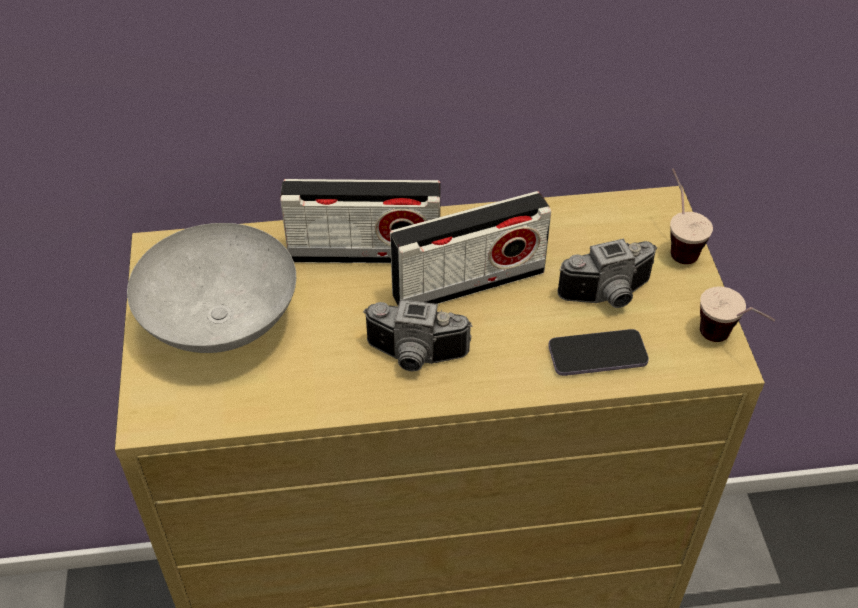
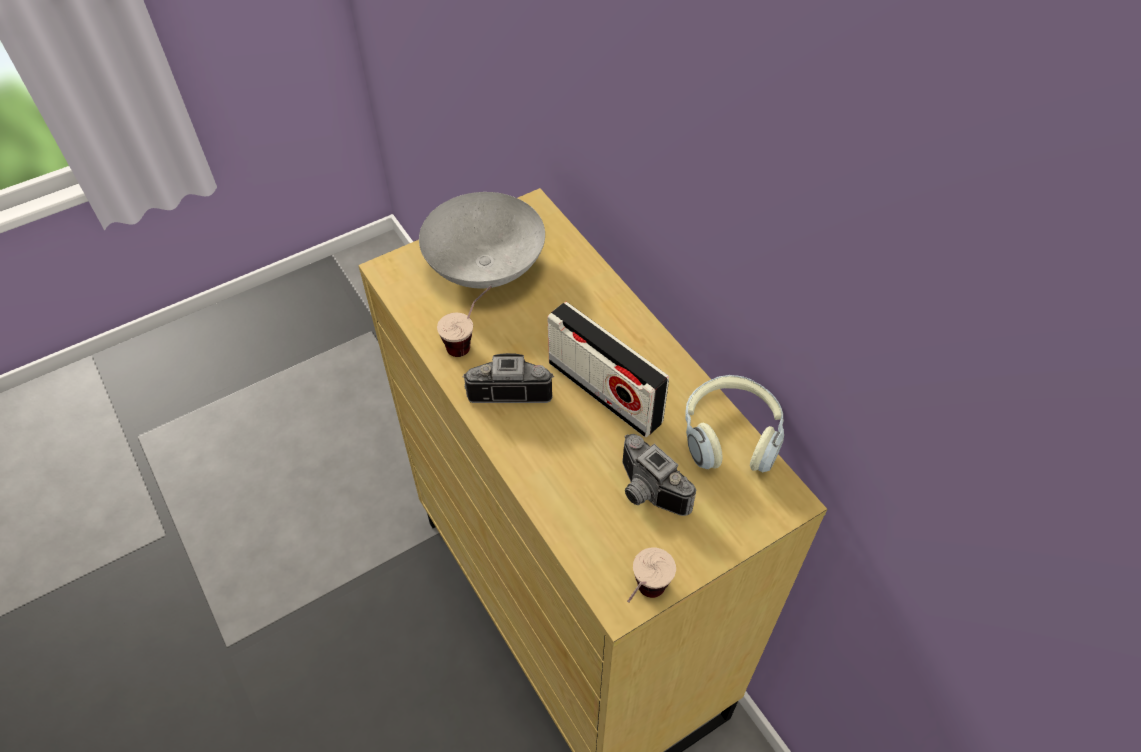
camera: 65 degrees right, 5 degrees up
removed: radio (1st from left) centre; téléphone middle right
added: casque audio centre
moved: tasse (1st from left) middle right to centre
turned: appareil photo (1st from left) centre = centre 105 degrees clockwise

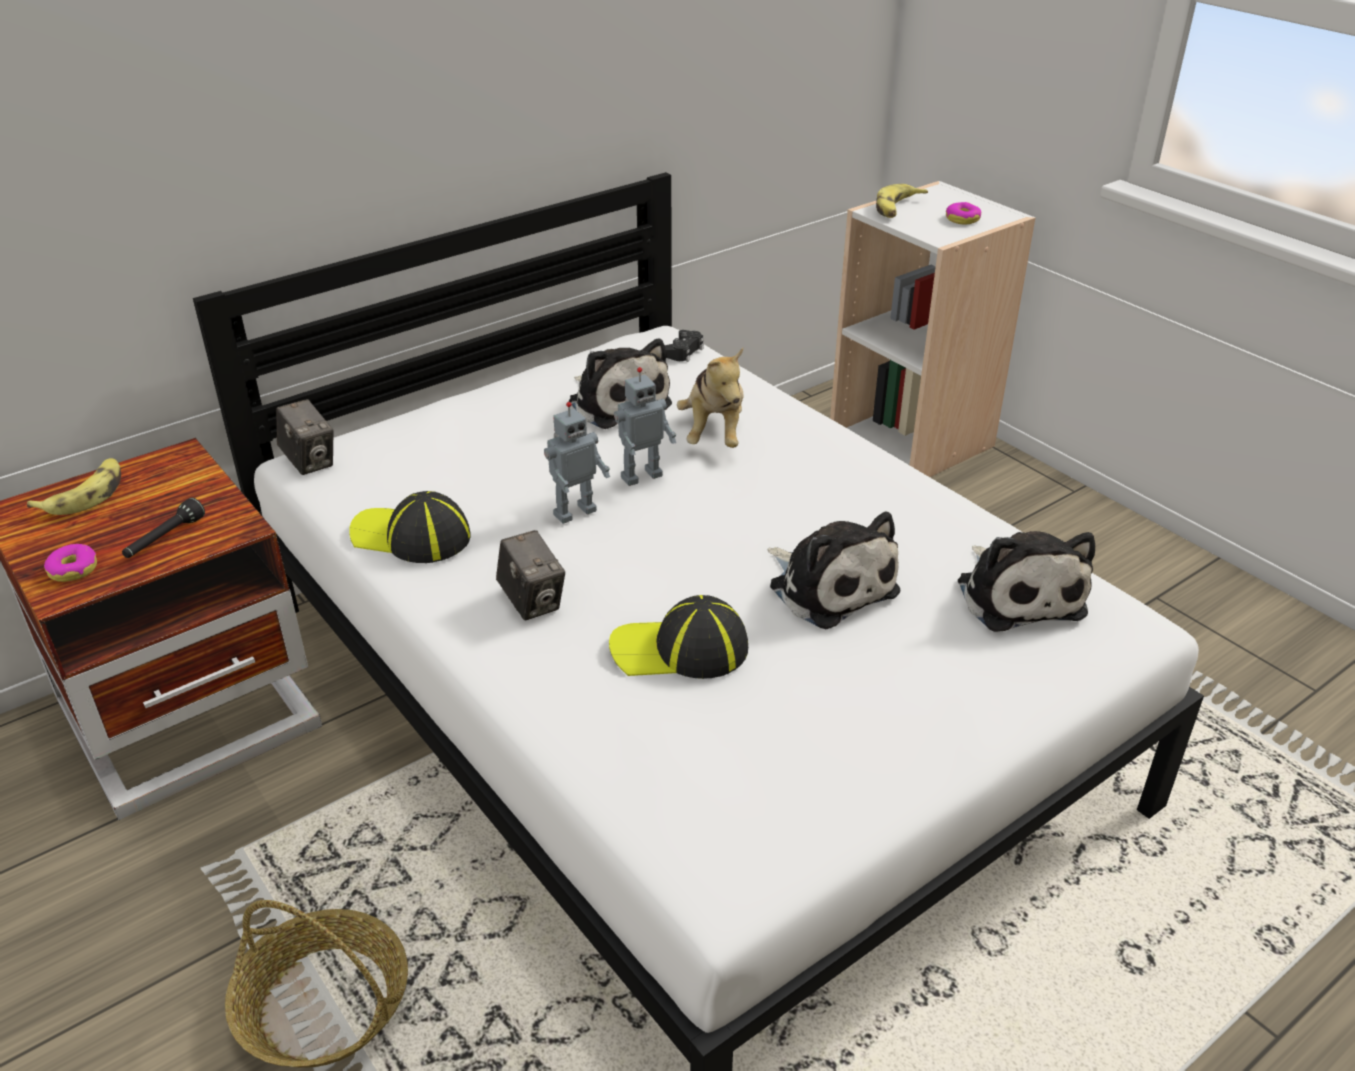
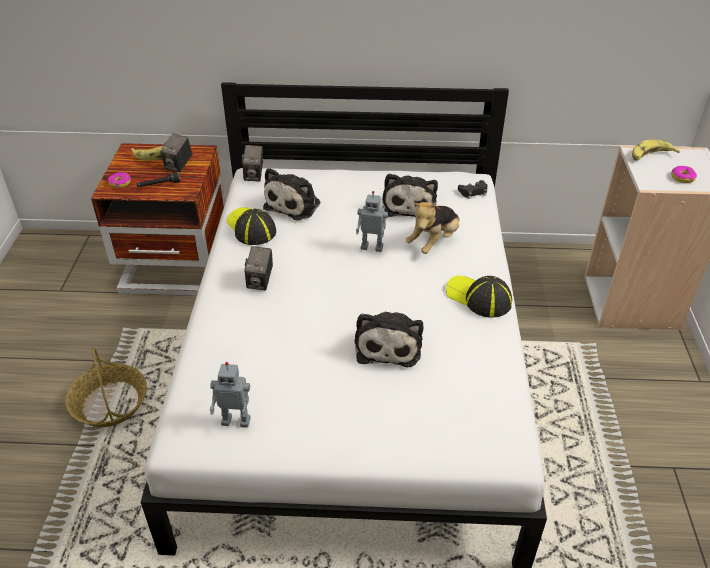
camera: 40 degrees right, 5 degrees up
added: appareil photo (1st from left) top left
moved: robot jouet (1st from left) centre to bottom left; casquette (2nd from left) centre to middle right; peluche (4th from left in the first image) middle right to peluche (1st from left) centre

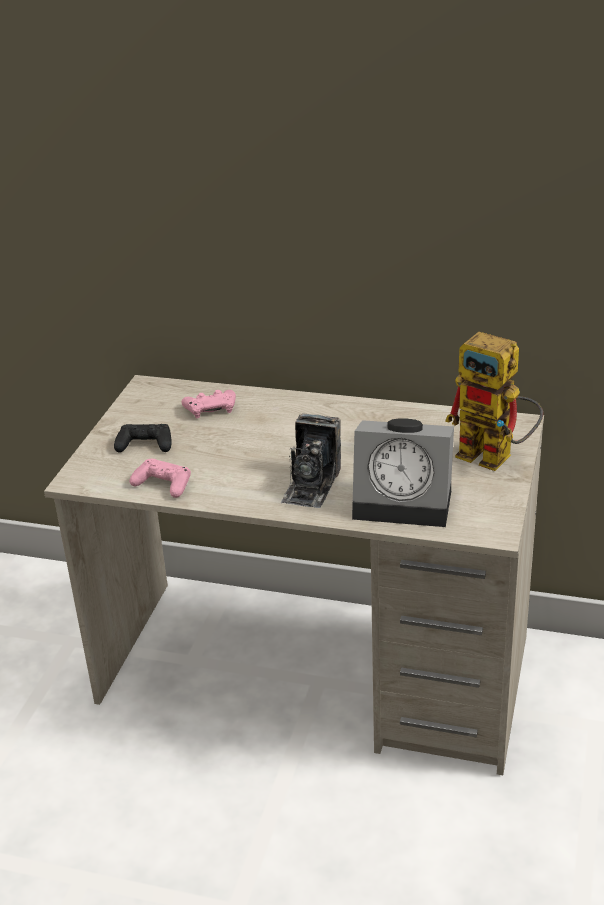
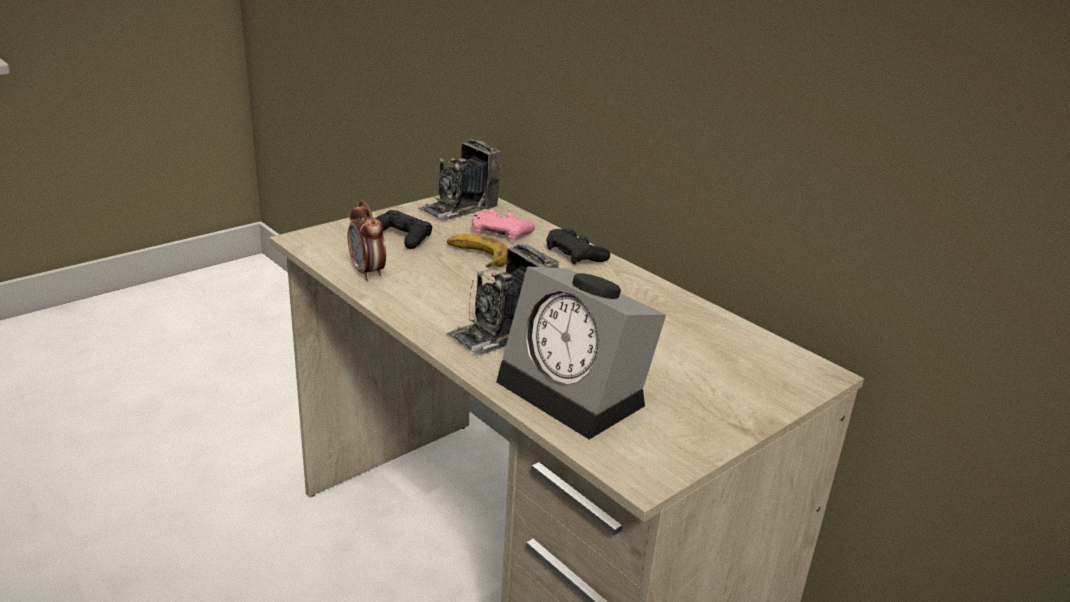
camera: 30 degrees right, 5 degrees down
removed: robot jouet middle right
added: appareil photo (1st from left) top centre; banane centre; manette [noir] (2nd from left) centre
replaced: manette [rose] (1st from left) middle left to réveil (1st from left) centre

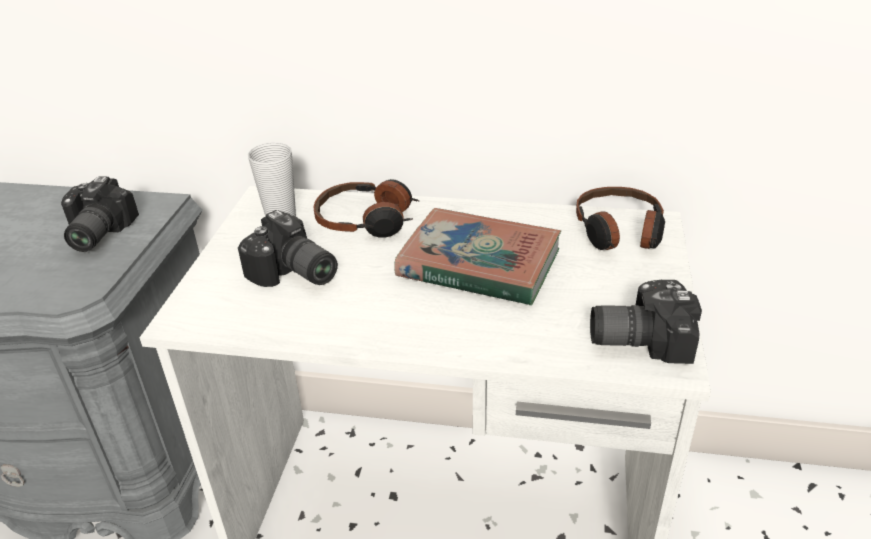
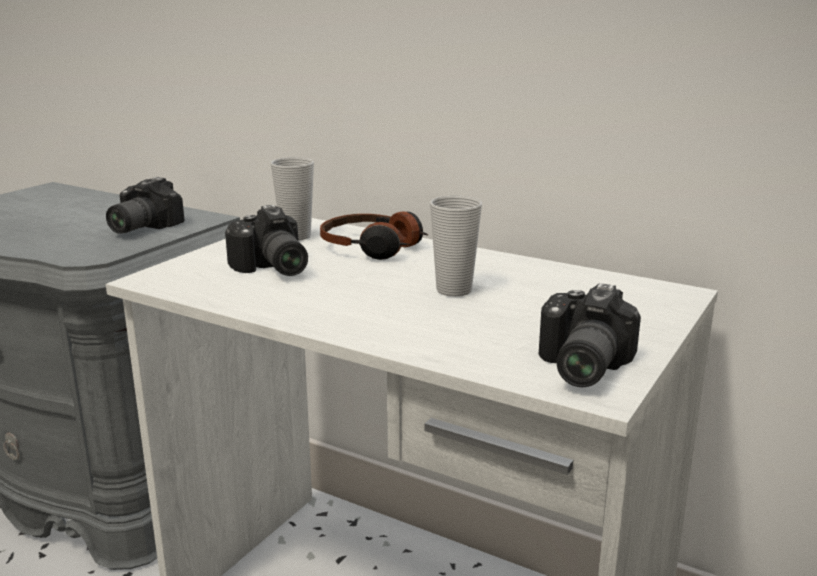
camera: 20 degrees right, 15 degrees down
removed: casque audio (2nd from left) middle right
replaced: livre centre to tasse (2nd from left) centre
turned: appareil photo (3rd from left) middle right = middle right 90 degrees counterclockwise

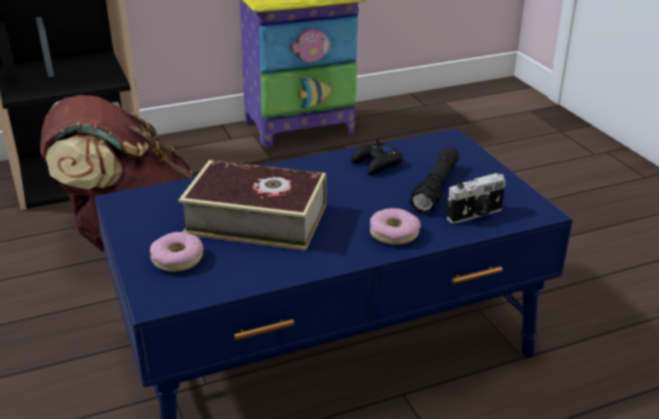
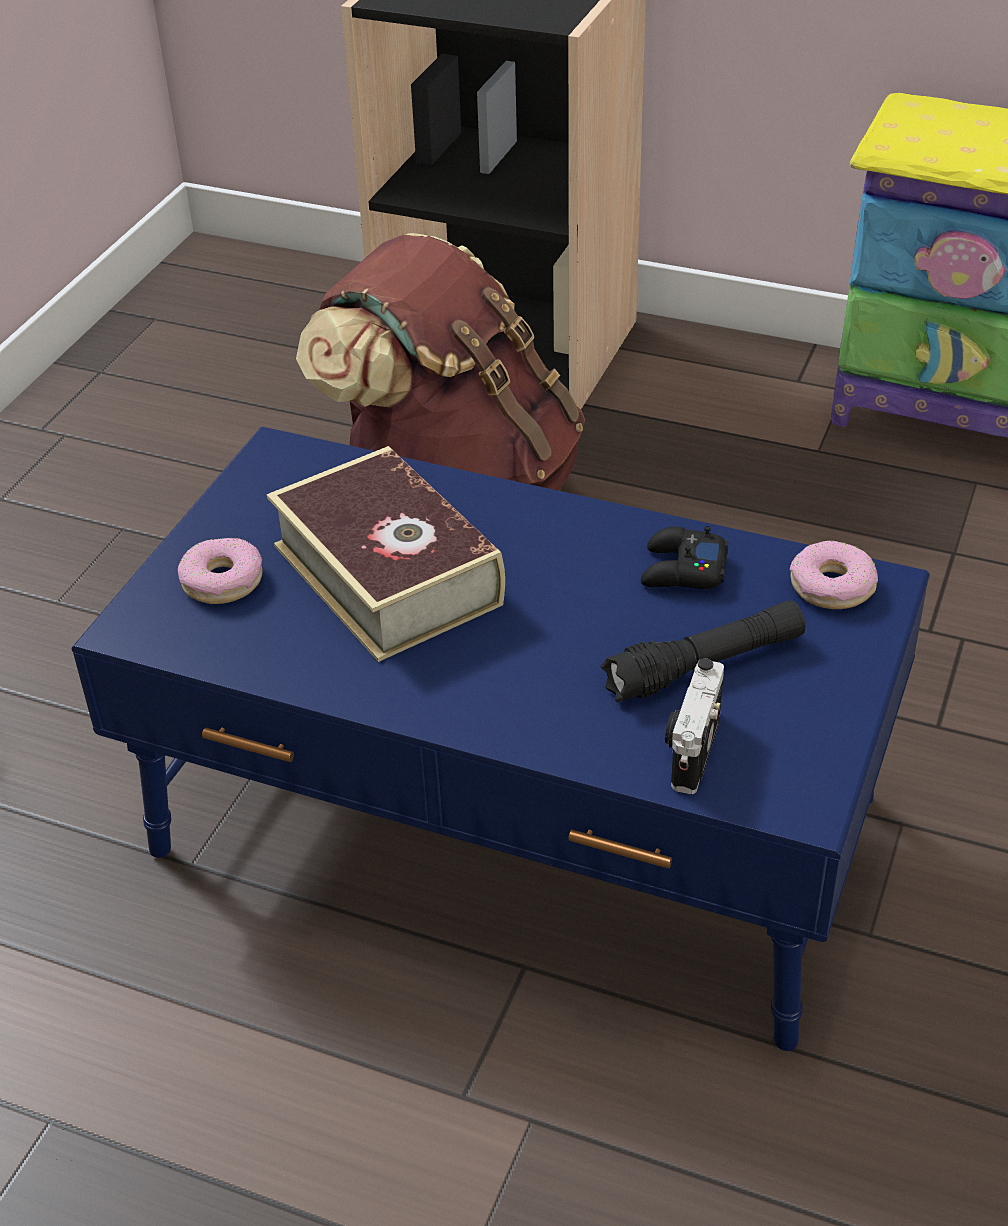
camera: 45 degrees right, 10 degrees up
moved: beignet (2nd from left) centre to middle right
turned: appareil photo middle right = middle right 90 degrees clockwise

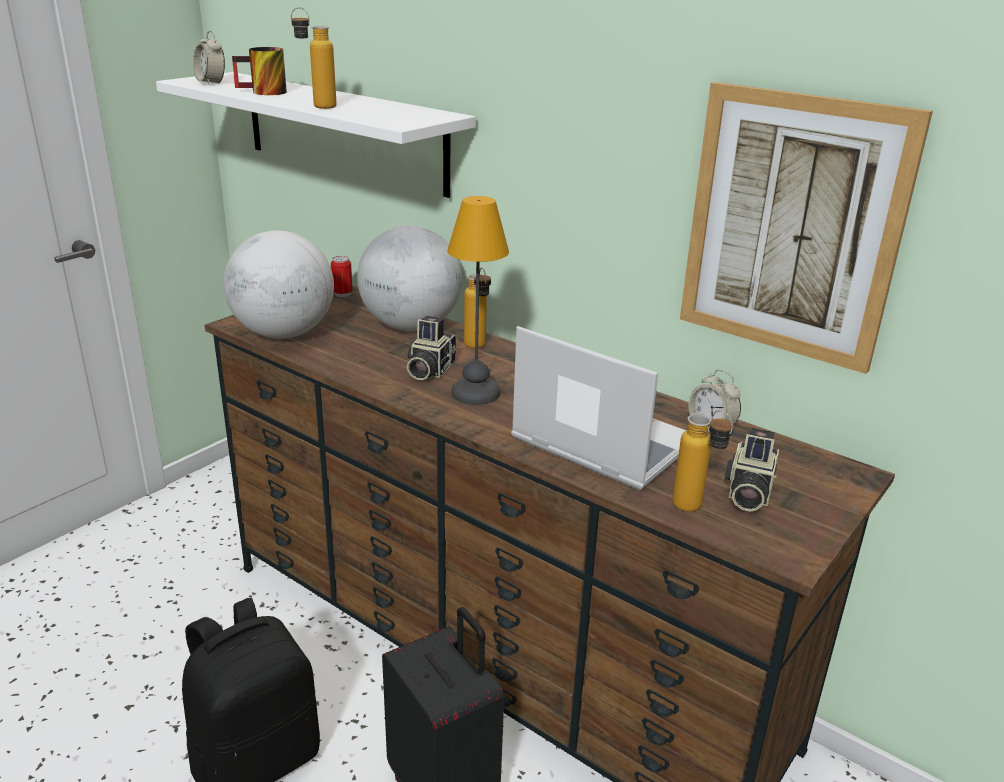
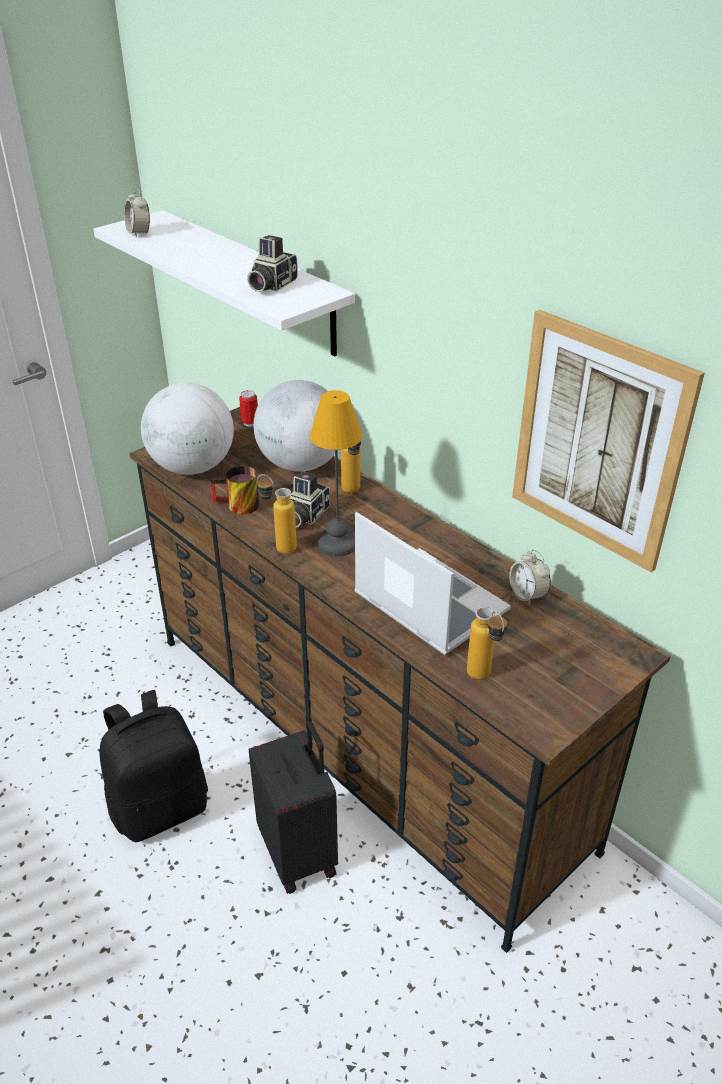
camera: 10 degrees right, 10 degrees up
moved: mug top left to middle left; bouteille (1st from left) top left to centre; appareil photo (2nd from left in the first image) middle right to appareil photo (1st from left) top centre

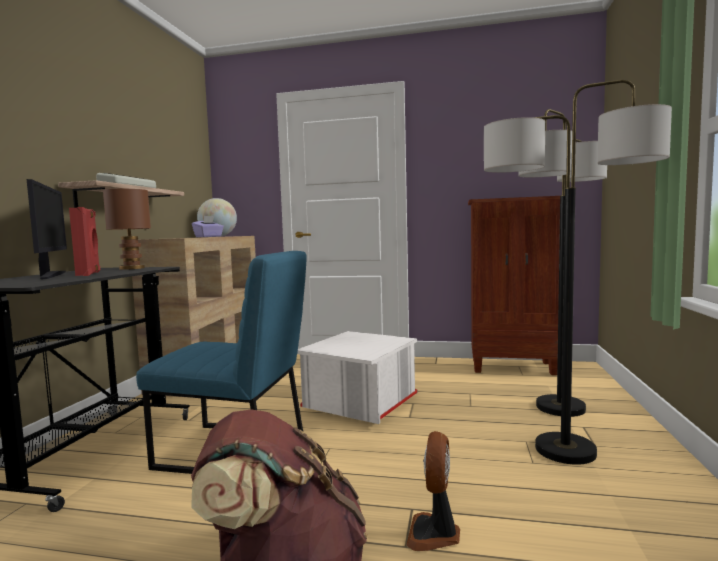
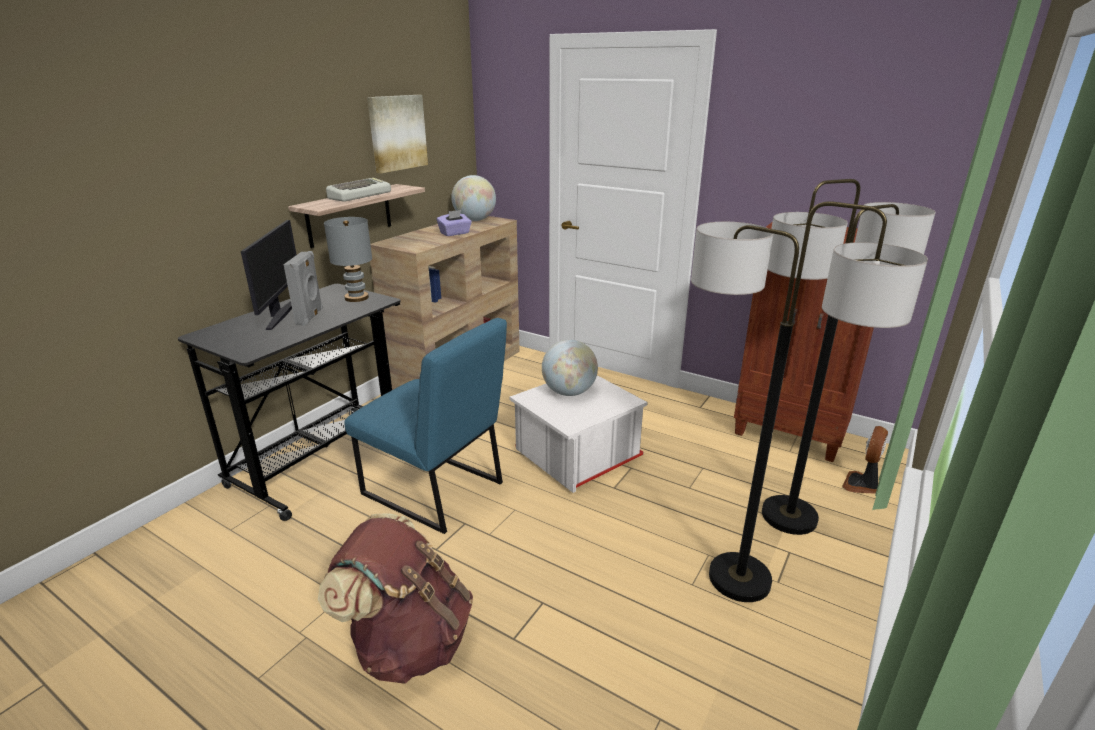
camera: 20 degrees right, 20 degrees up
added: tableau top centre; globe (2nd from left) centre
moved: ventilateur bottom centre to middle right
recoloured: enceinte [rouge] middle left to enceinte [gris] middle left; lampe de table [marron] middle left to lampe de table [gris] middle left

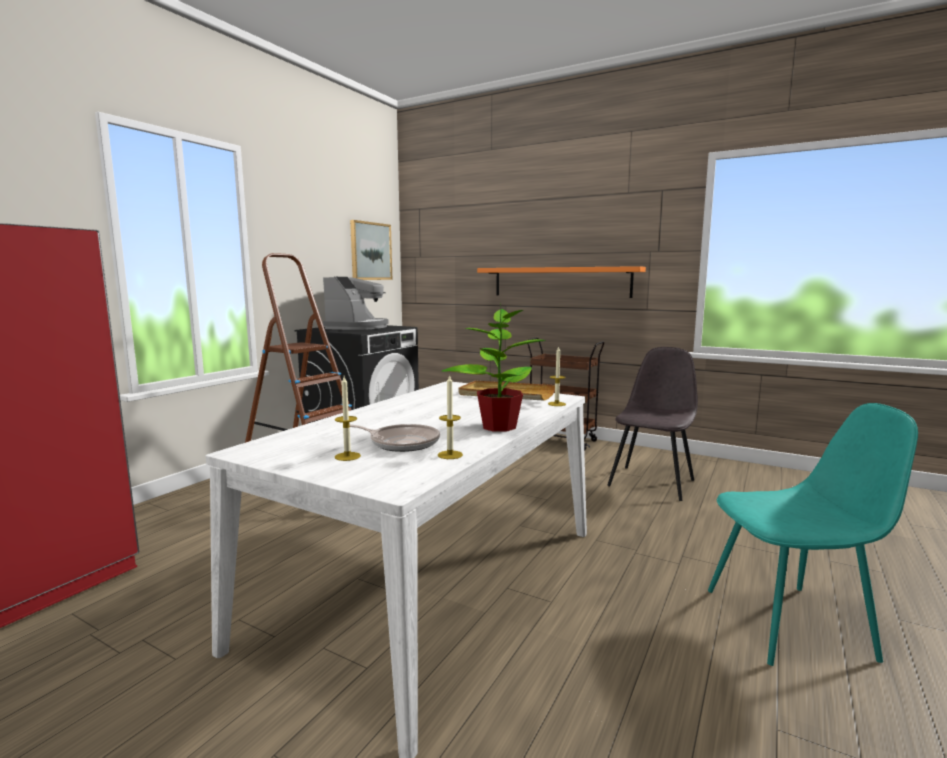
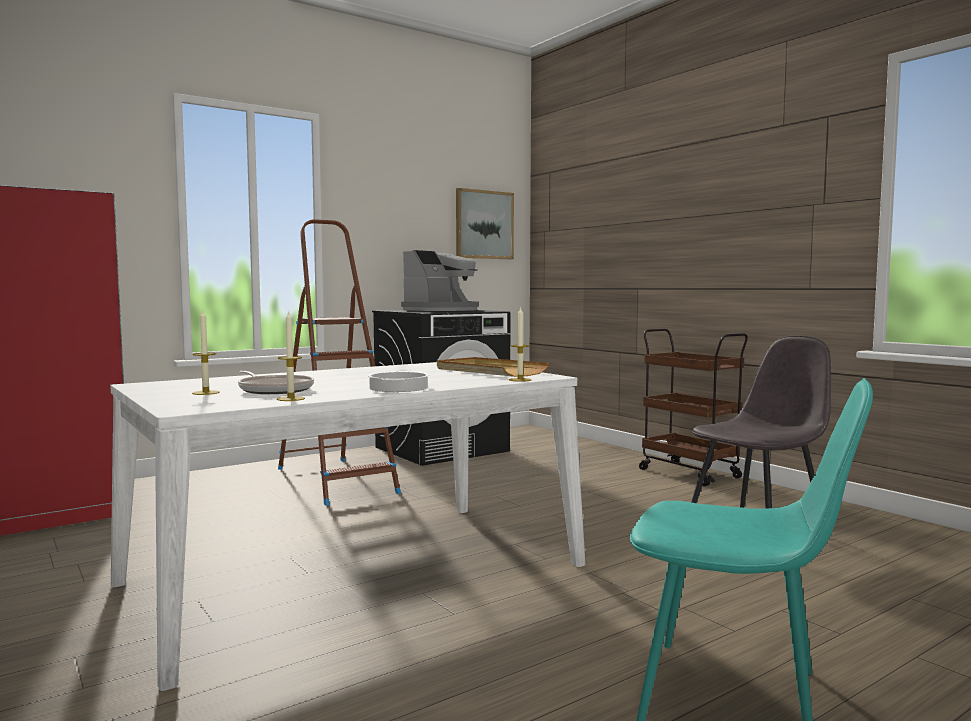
camera: 25 degrees right, 5 degrees down
removed: étagère [orange] centre
replaced: plante en pot centre to marmite centre

